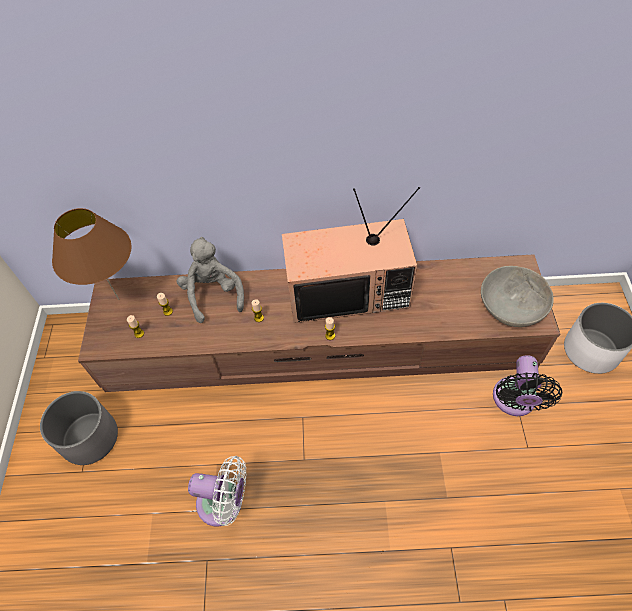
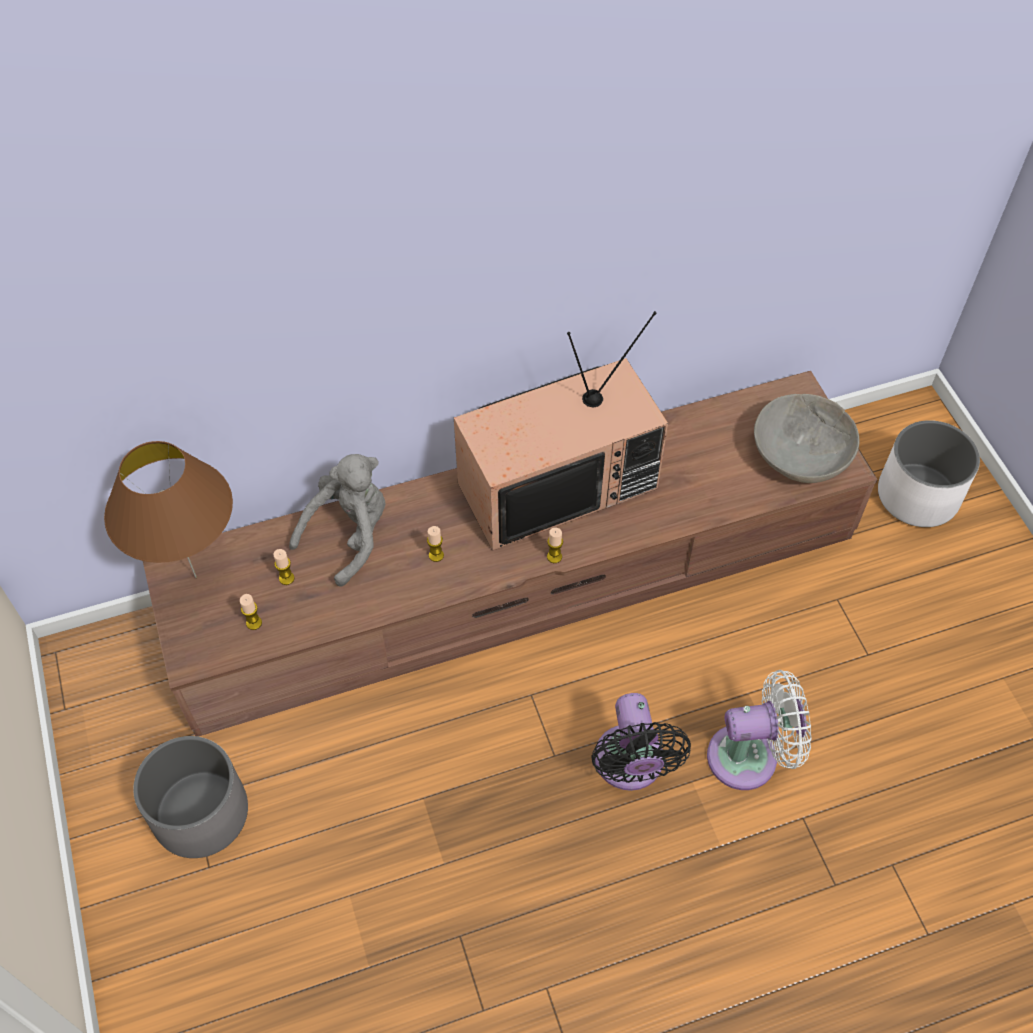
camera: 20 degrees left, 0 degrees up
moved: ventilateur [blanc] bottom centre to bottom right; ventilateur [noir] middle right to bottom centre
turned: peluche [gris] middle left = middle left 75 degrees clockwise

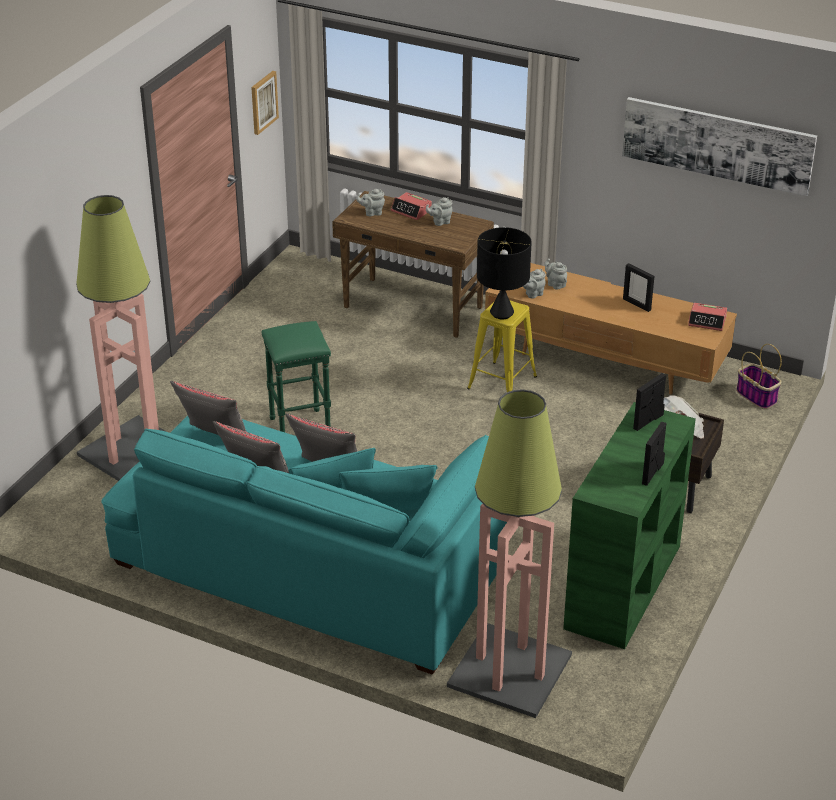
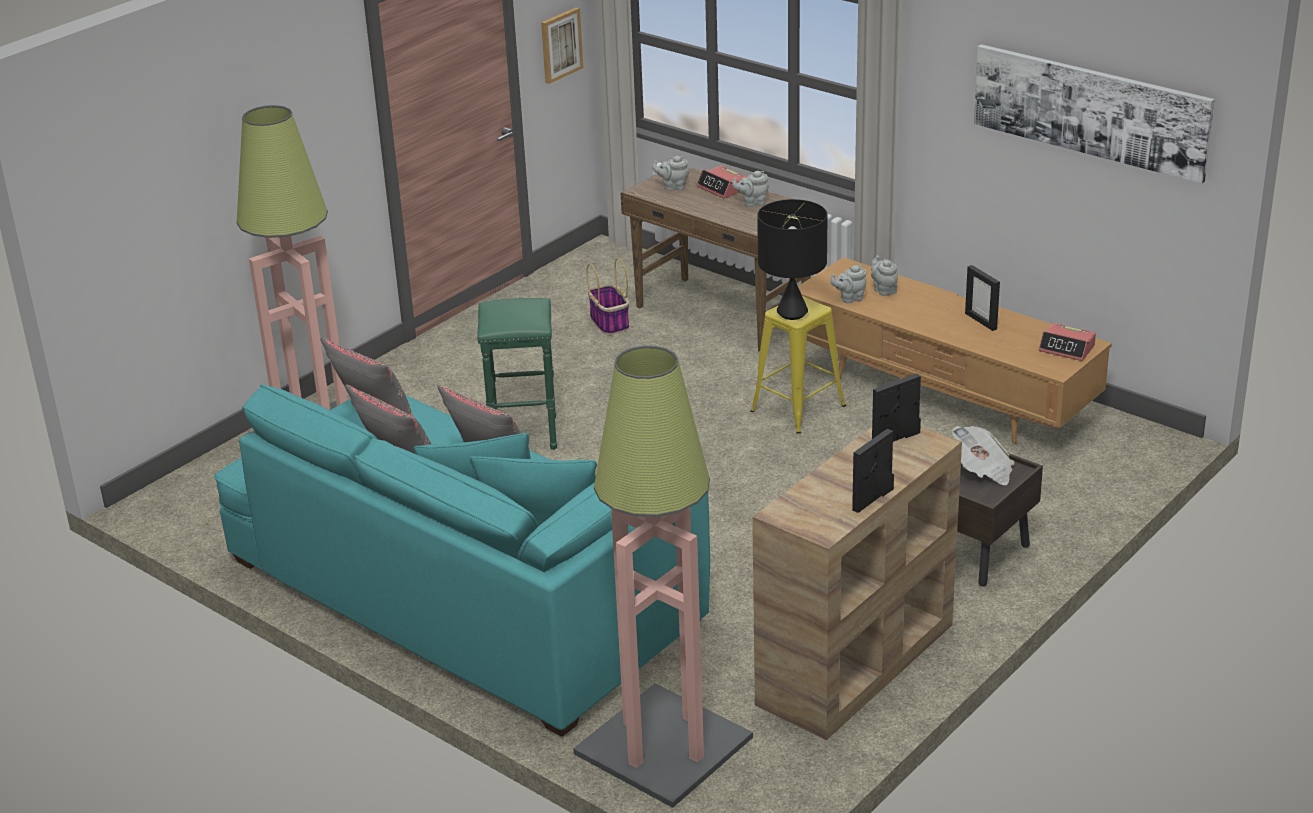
camera: 15 degrees right, 5 degrees down
moved: panier middle right to centre
recoloured: bibliothèque [vert] middle right to bibliothèque [marron] bottom centre

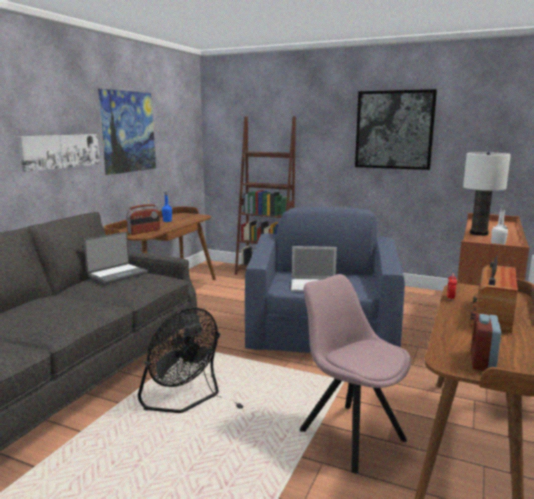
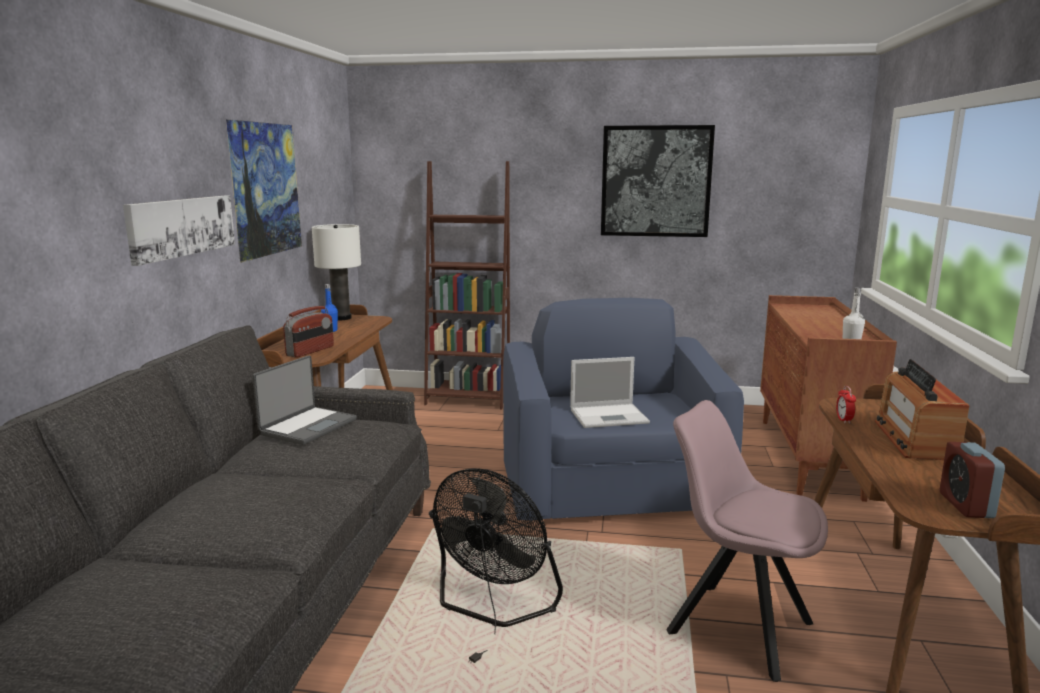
camera: 15 degrees left, 0 degrees up
moved: lampe de table [blanc] middle right to middle left
turned: ventilateur [noir] bottom centre = bottom centre 90 degrees clockwise

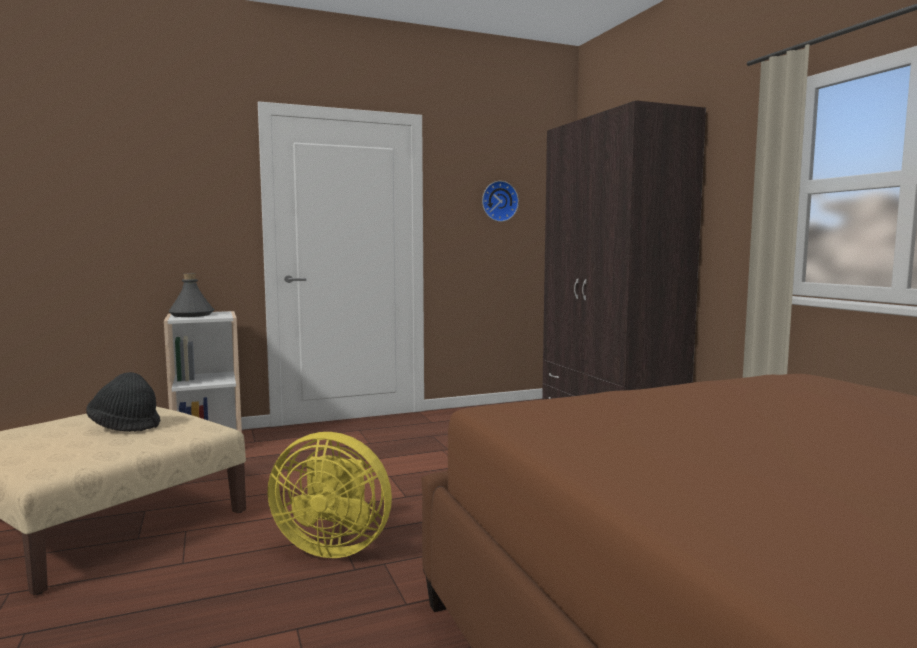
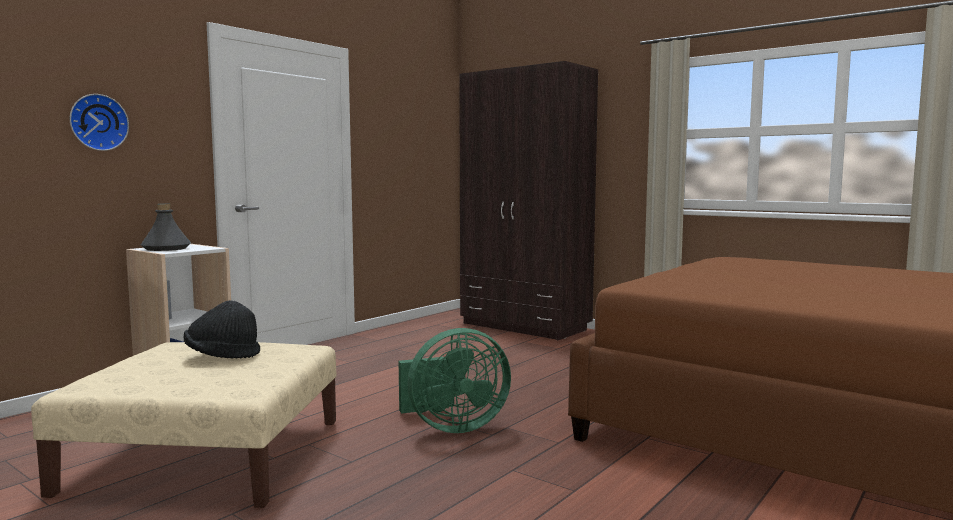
camera: 30 degrees left, 0 degrees up
moved: horloge murale top centre to top left
recoloured: ventilateur [jaune] bottom centre to ventilateur [vert] bottom centre

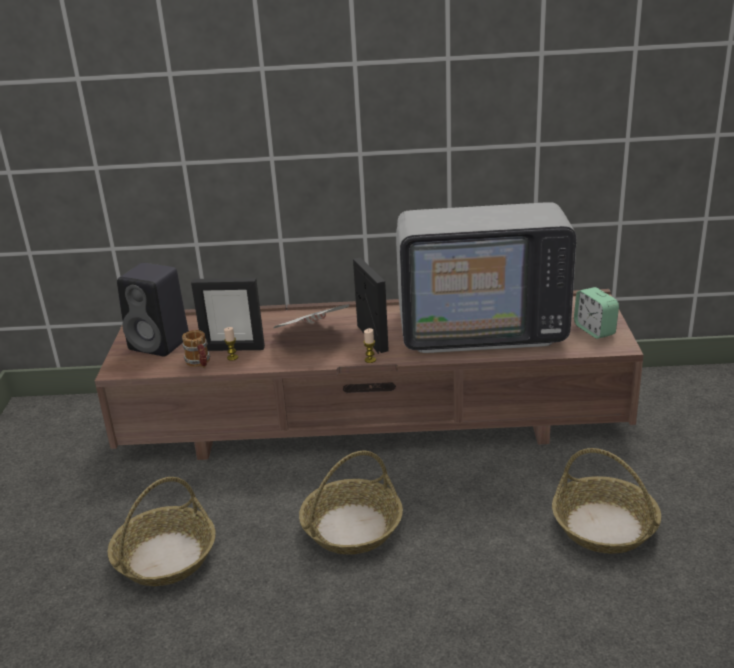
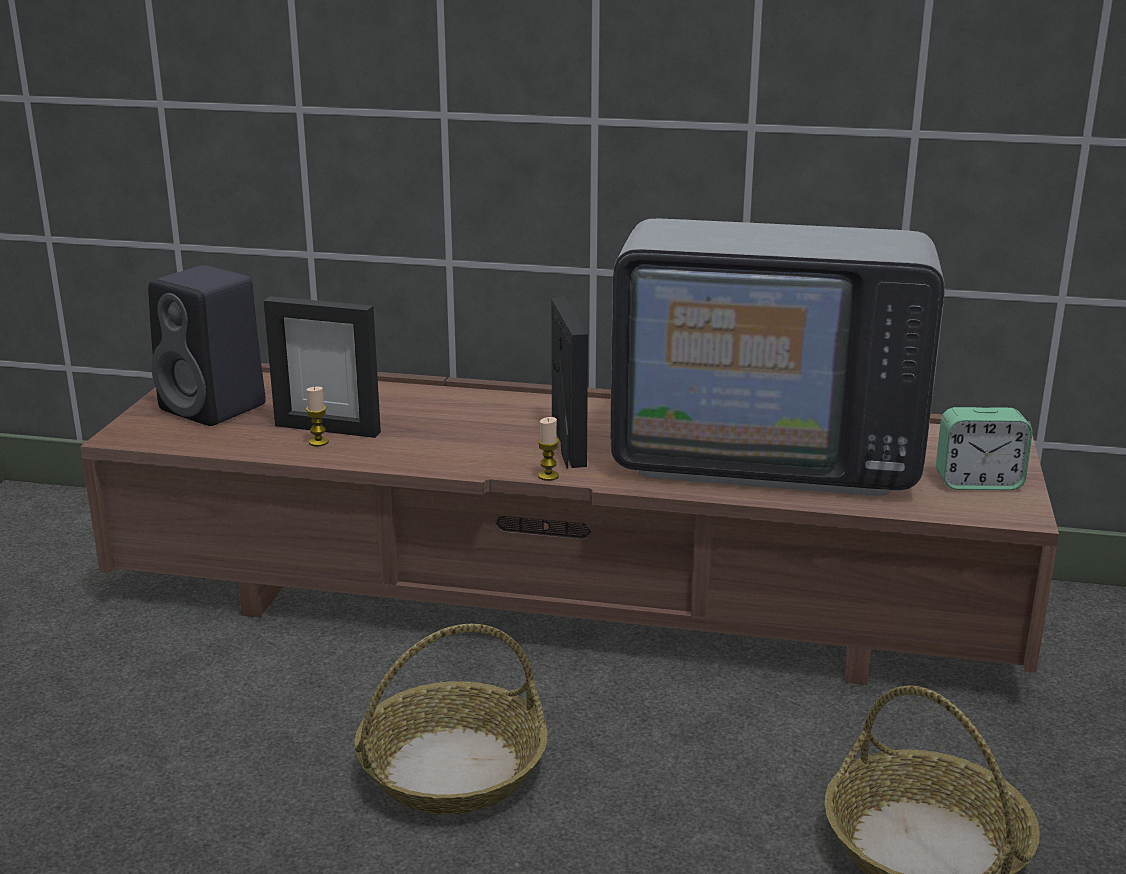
camera: 10 degrees right, 5 degrees down
removed: panier (1st from left) bottom left; mug middle left; journal centre
turned: réveil middle right = middle right 75 degrees counterclockwise

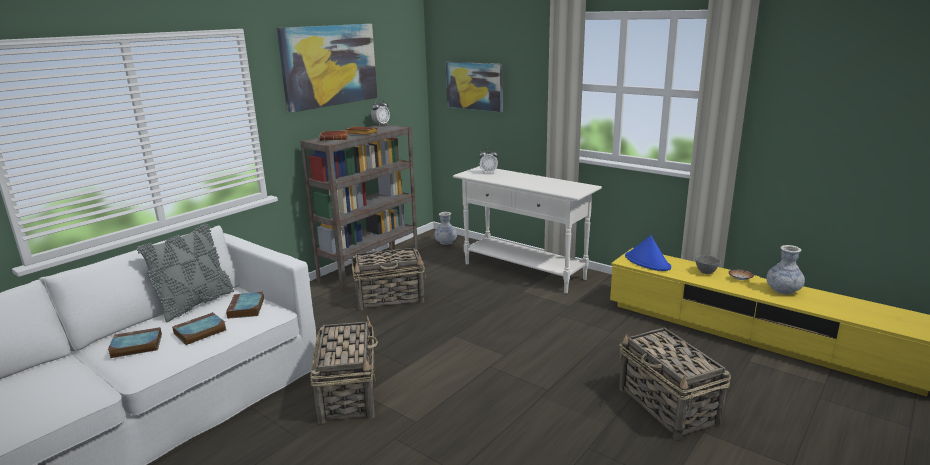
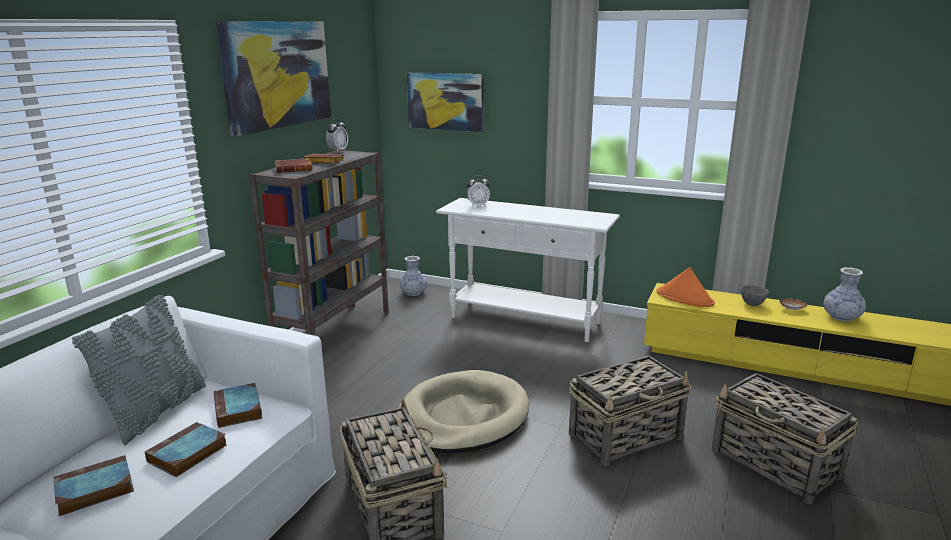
camera: 15 degrees left, 0 degrees up
added: panier pour chien [beige] bottom centre
moved: panier (2nd from left) centre to bottom centre
recoloured: chapeau [bleu] middle right to chapeau [orange] middle right

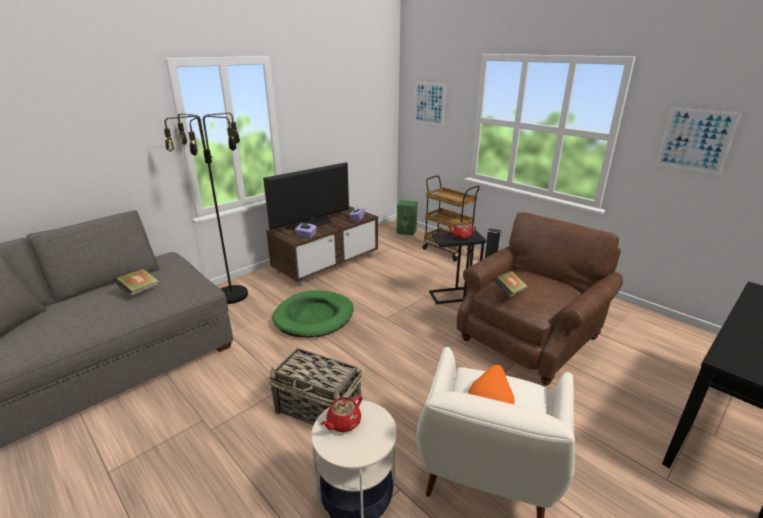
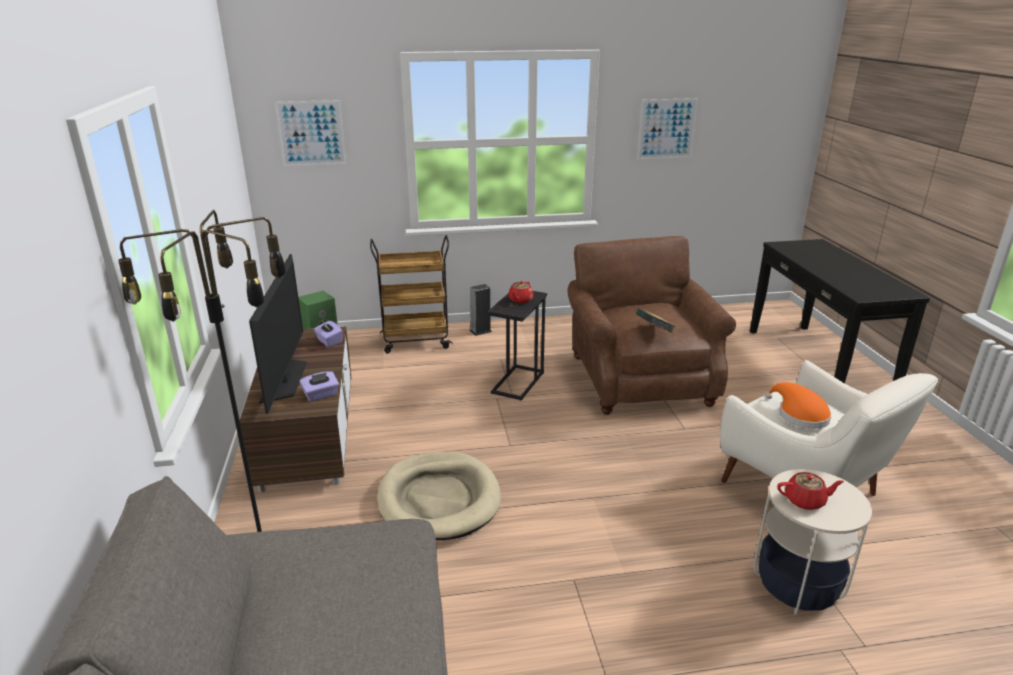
camera: 55 degrees left, 0 degrees up
removed: livre (1st from left) middle left; panier bottom centre
recoloured: panier pour chien [vert] centre to panier pour chien [beige] bottom centre
turned: théière [rouge] (1st from left in the first image) bottom centre = bottom right 75 degrees counterclockwise

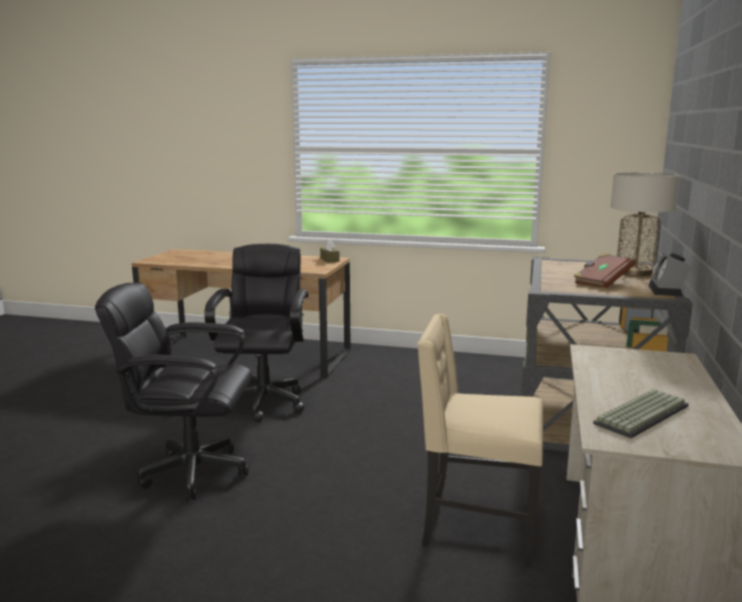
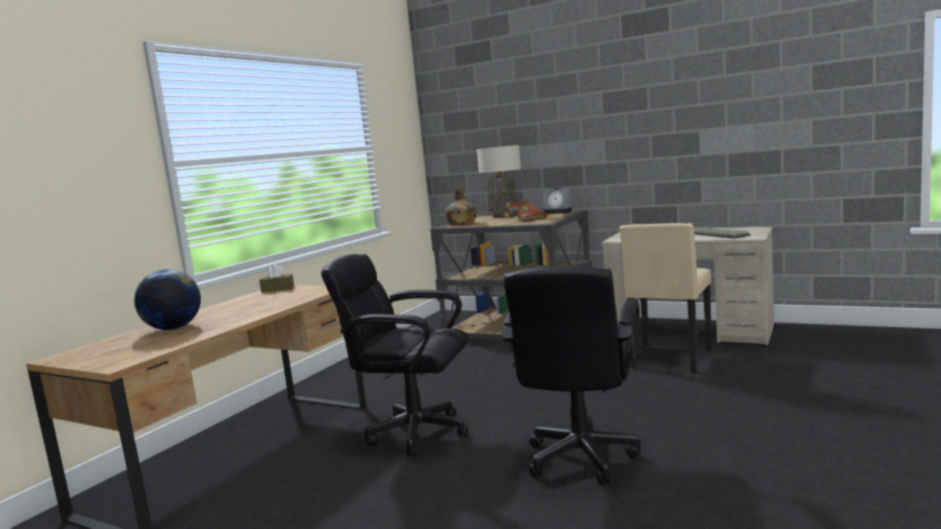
camera: 75 degrees left, 5 degrees down
added: globe middle left; bouteille [vert] centre

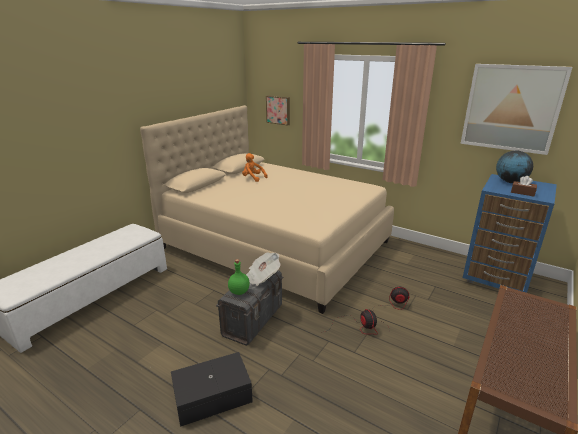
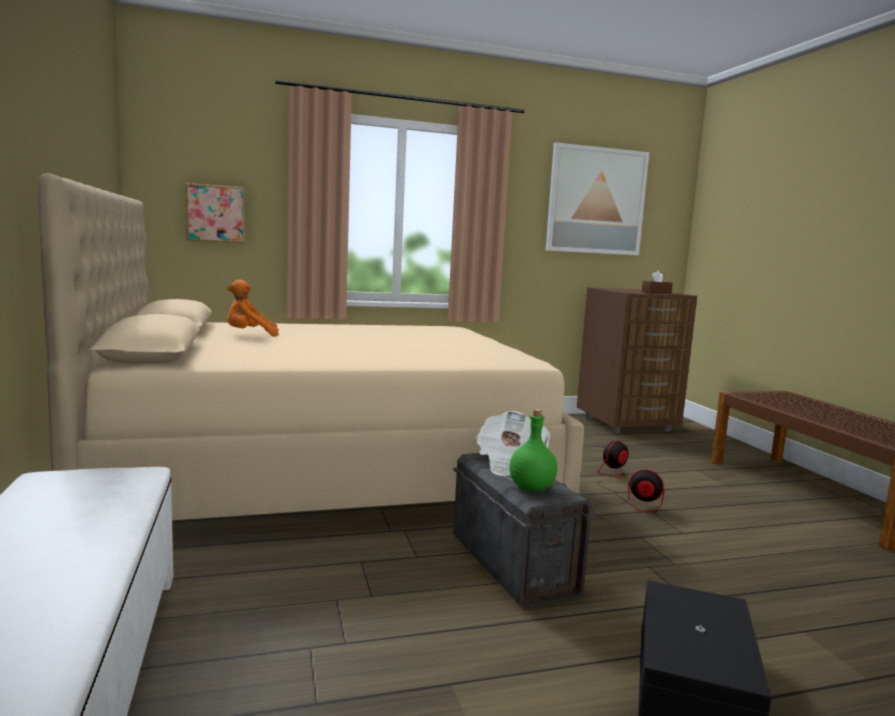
camera: 50 degrees left, 15 degrees down
removed: globe middle right
recoloured: commode [bleu] middle right to commode [marron] middle right

